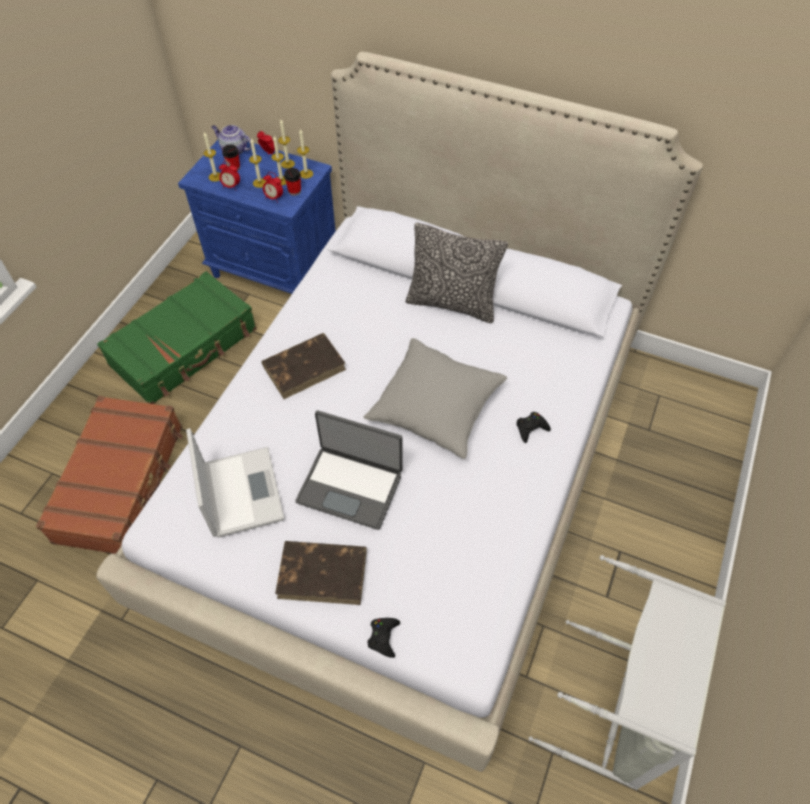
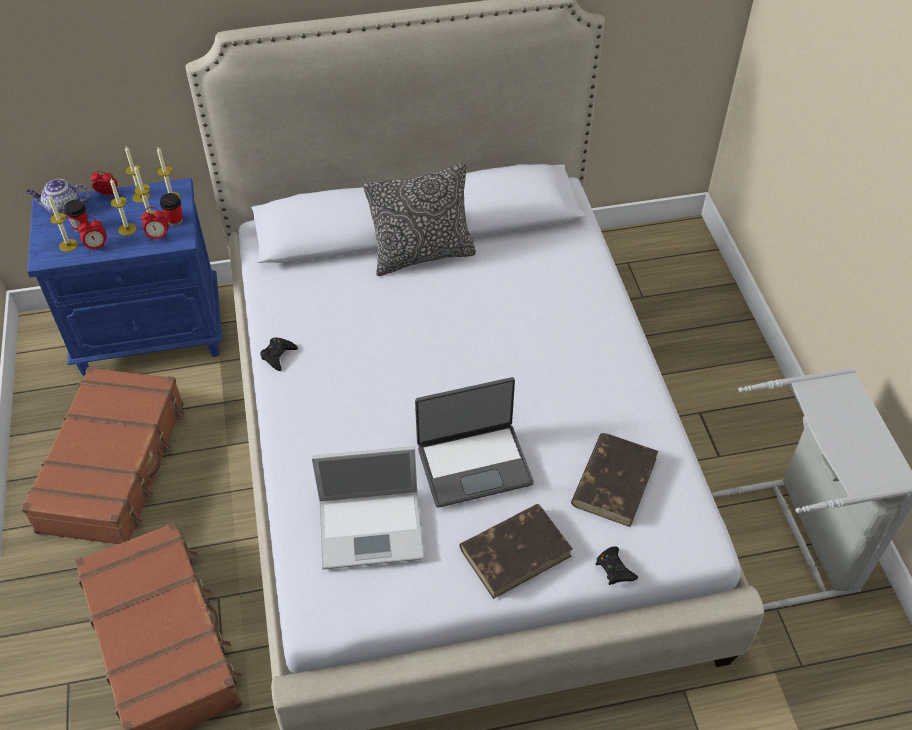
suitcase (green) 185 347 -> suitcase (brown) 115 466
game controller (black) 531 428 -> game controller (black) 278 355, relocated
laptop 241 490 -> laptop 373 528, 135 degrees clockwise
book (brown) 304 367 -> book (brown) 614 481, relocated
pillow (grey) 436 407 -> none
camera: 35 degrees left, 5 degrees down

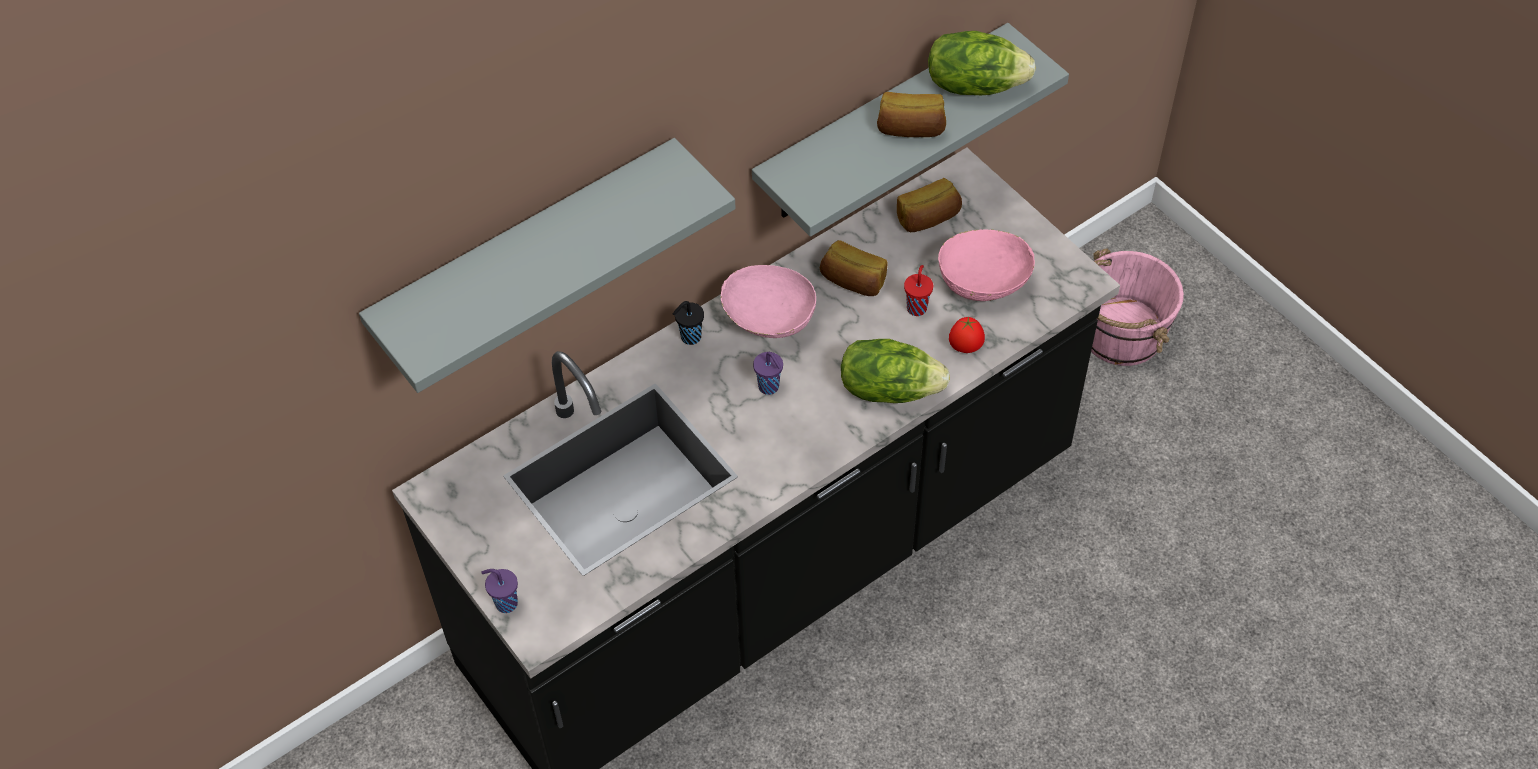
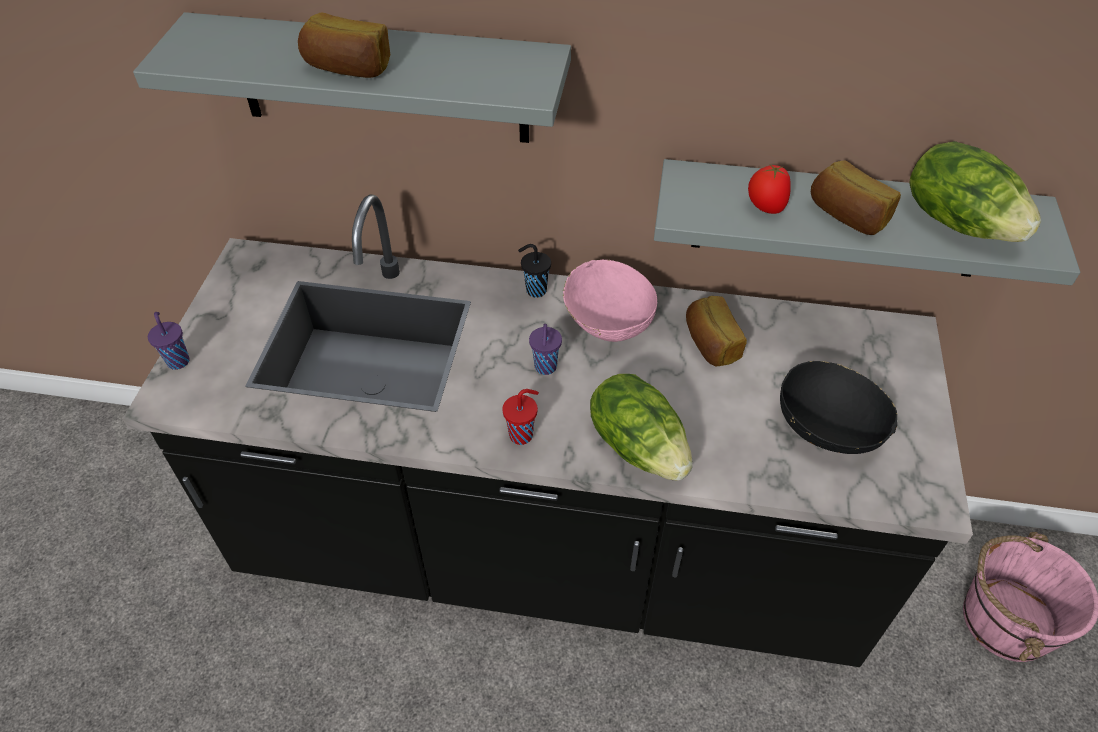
bread 928 218 -> bread 348 68, relocated
cup (red) 917 307 -> cup (red) 522 435, relocated
tomato 965 347 -> tomato 765 208, relocated
bowl (pink) 983 282 -> bowl (black) 828 428
camera: 45 degrees right, 5 degrees down

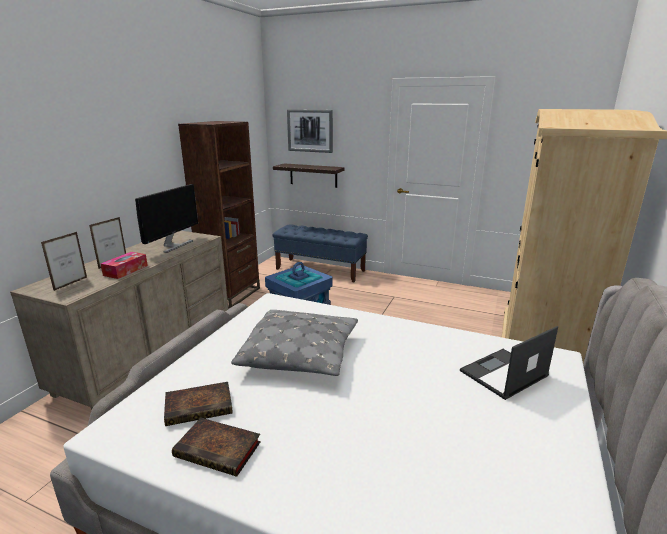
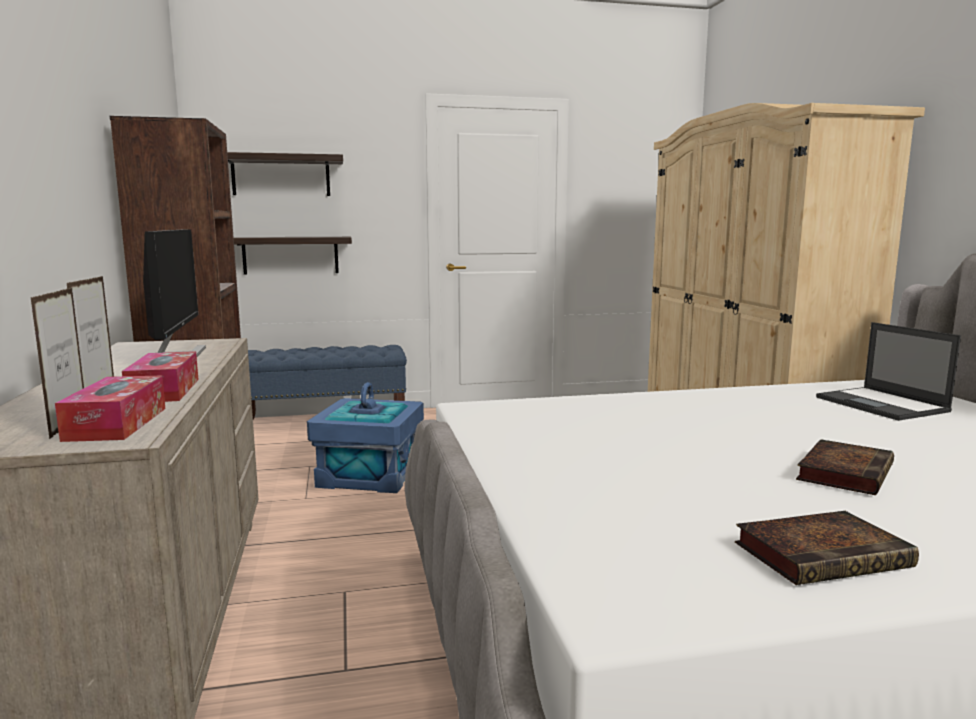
none -> tissue box 116 424
picture 310 130 -> shelf 281 176
book 200 406 -> book 844 472, relocated
laptop 503 374 -> laptop 882 404, 45 degrees counterclockwise
pillow (grey) 300 354 -> none
camera: 35 degrees left, 10 degrees down

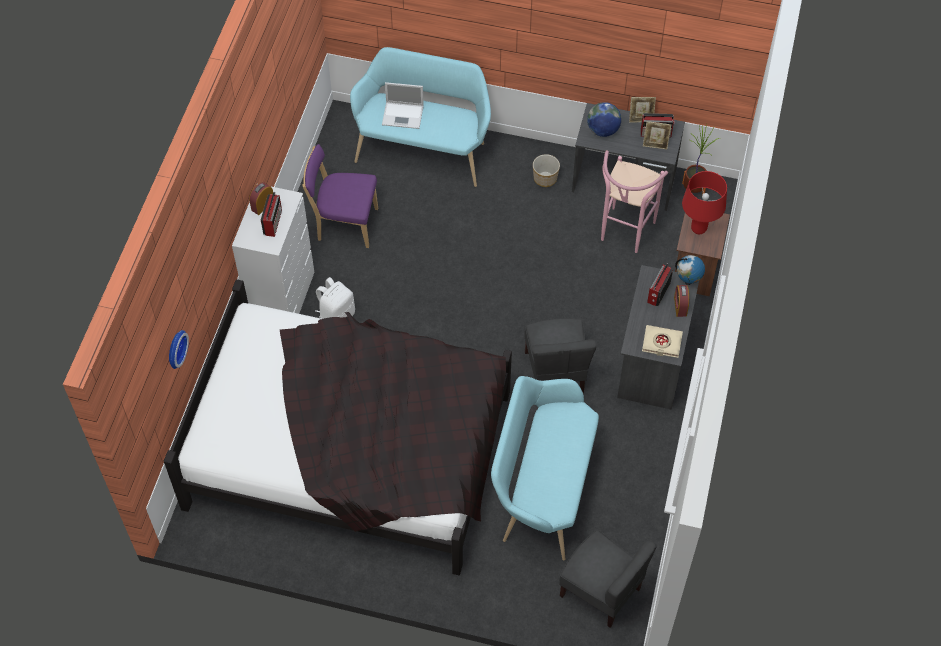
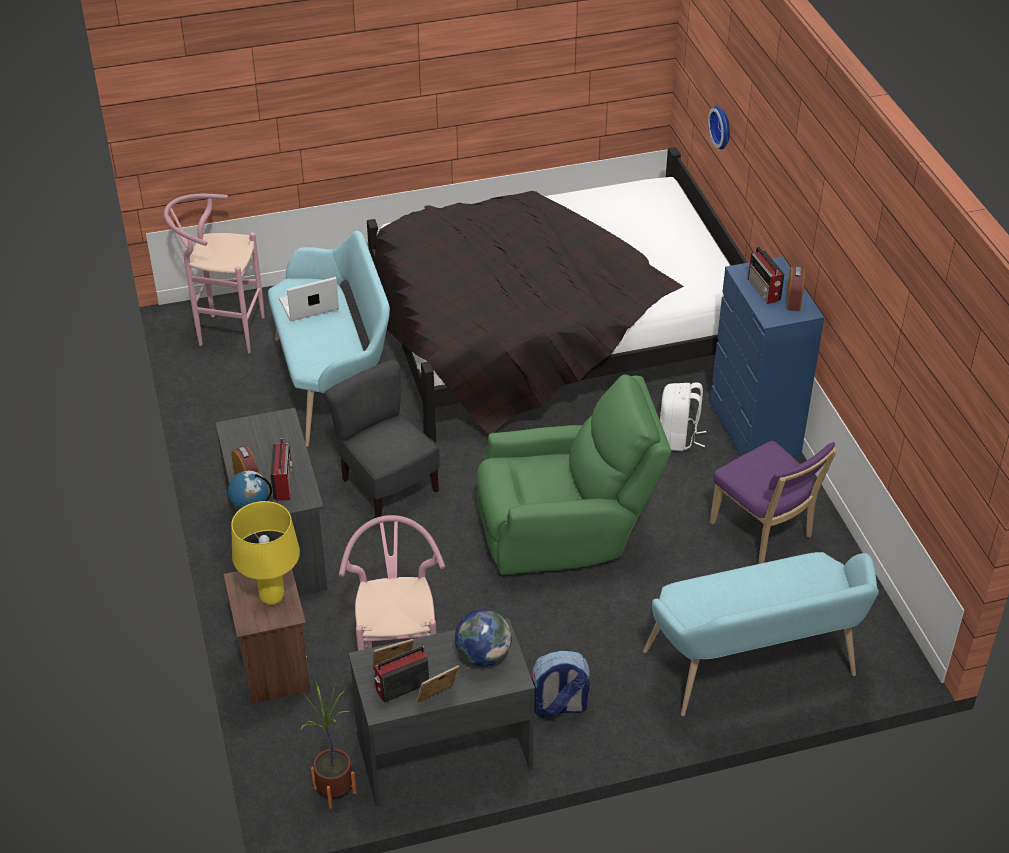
chair (grey) 601 591 -> stool (pink) 224 332
table lamp (red) 698 229 -> table lamp (yellow) 271 597
laptop 403 115 -> laptop 307 305, relocated
none -> armchair (green) 565 530
planter 545 178 -> backpack 559 706
dresser (white) 282 298 -> dresser (blue) 754 430
chair (purple) 344 224 -> chair (purple) 764 532, 75 degrees clockwise
book (beige) 661 343 -> none
camera: 150 degrees right, 15 degrees down

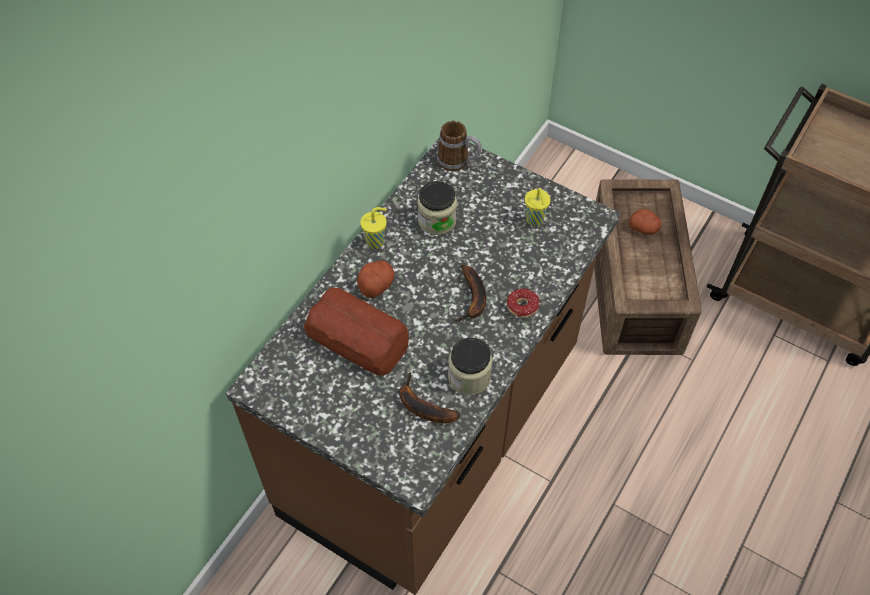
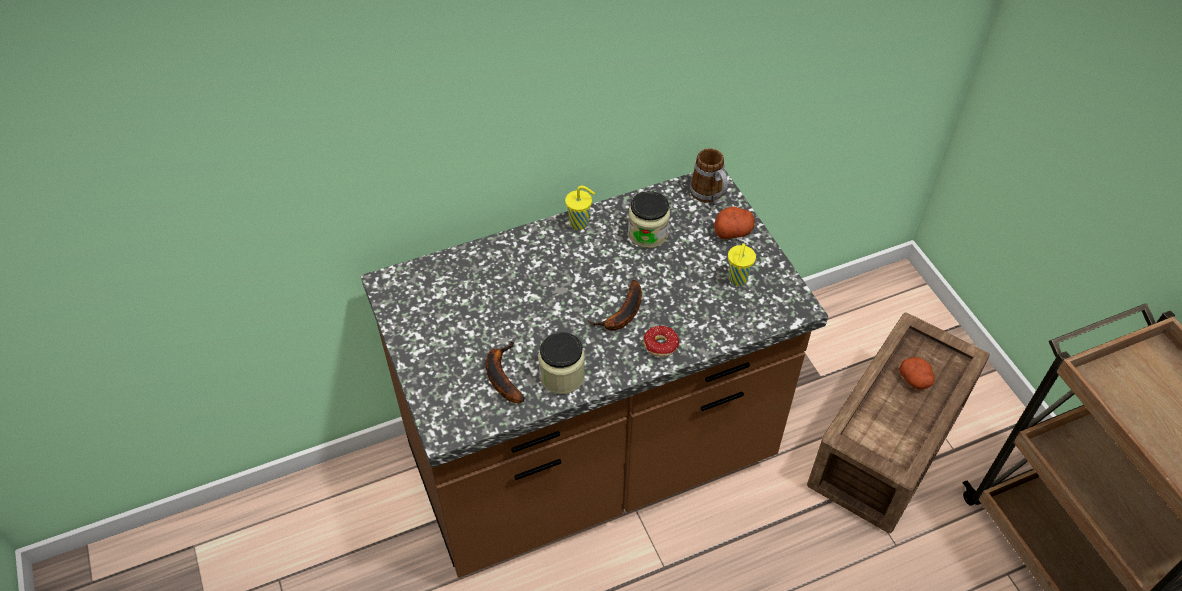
potato 376 284 -> potato 733 231, relocated
bread 358 340 -> none
camera: 35 degrees right, 5 degrees down

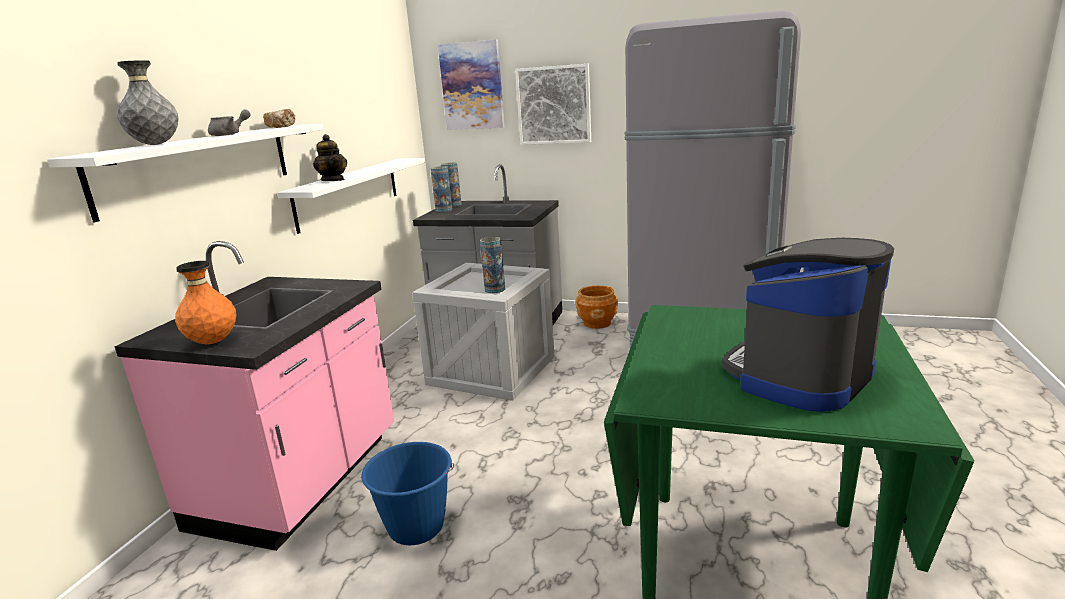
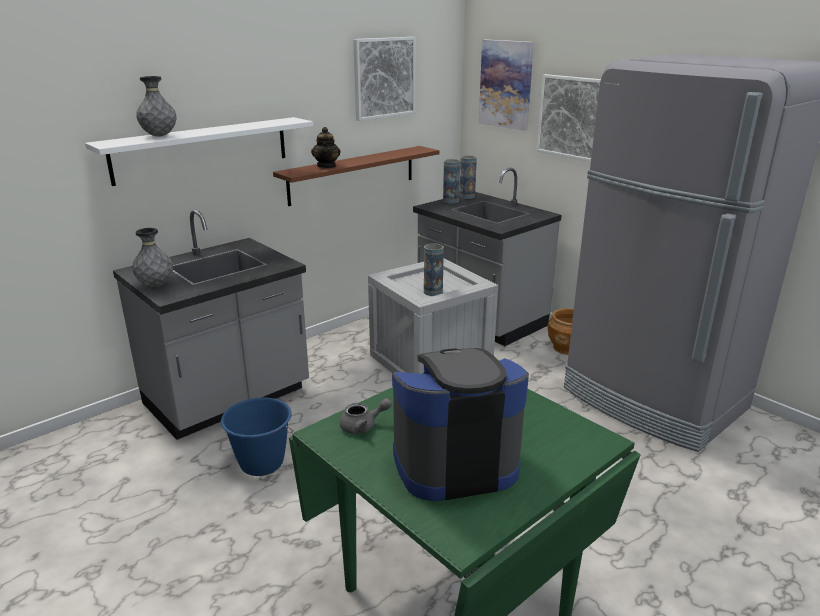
counter (pink) 301 481 -> counter (grey) 228 399
vase (orange) 213 342 -> vase (grey) 156 285
shelf (white) 349 192 -> shelf (brown) 353 174
teapot (grey) 230 134 -> teapot (grey) 363 426, relocated
none -> picture 384 78
bread 282 127 -> none
camera: 30 degrees right, 5 degrees up

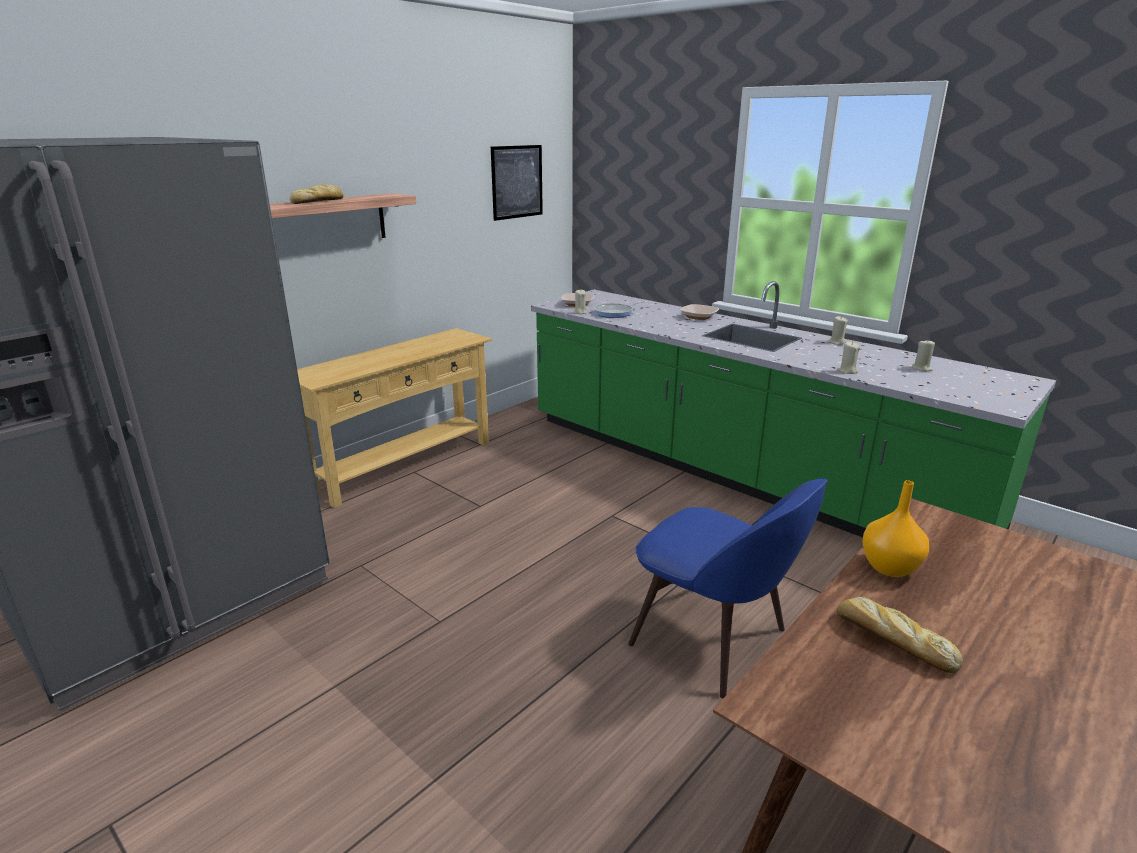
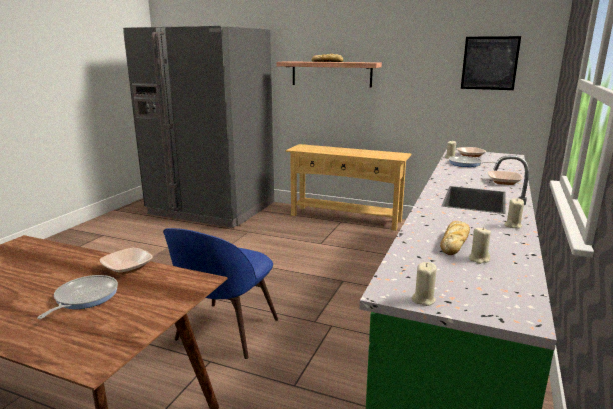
none -> frying pan 84 298
vase (orange) 888 567 -> bowl 127 267
candle (beige) 846 371 -> candle (beige) 423 299, relocated
bread 892 640 -> bread 454 242, relocated
camera: 70 degrees right, 5 degrees down

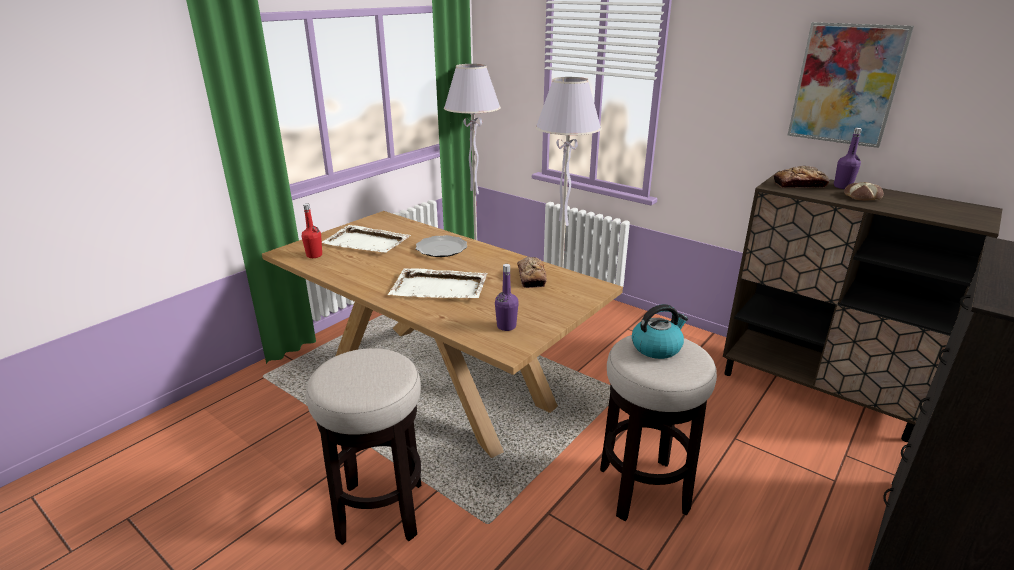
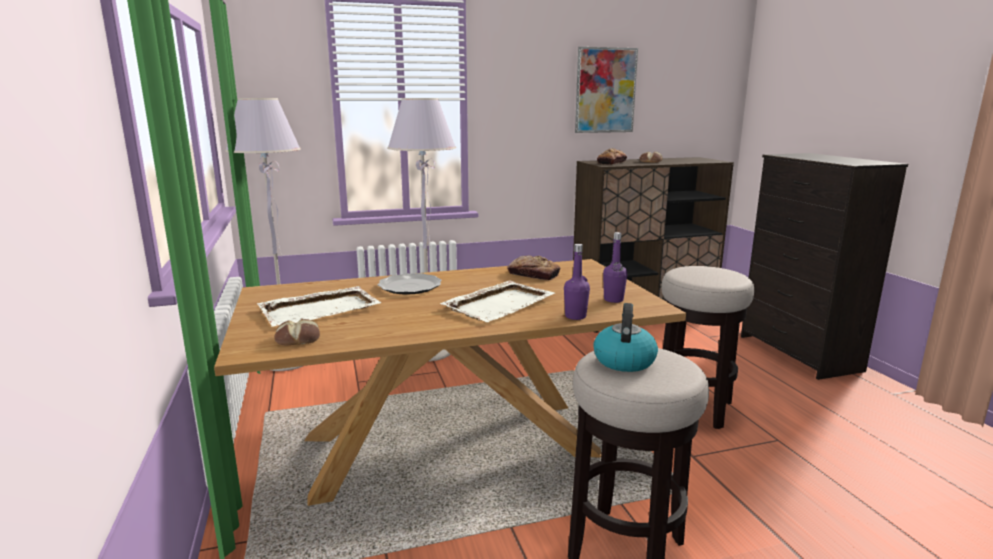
bottle (red) 314 255 -> bread 298 338
bottle (purple) 842 187 -> bottle (purple) 575 316, relocated
kettle 657 347 -> kettle 624 360, relocated
camera: 55 degrees left, 10 degrees down

